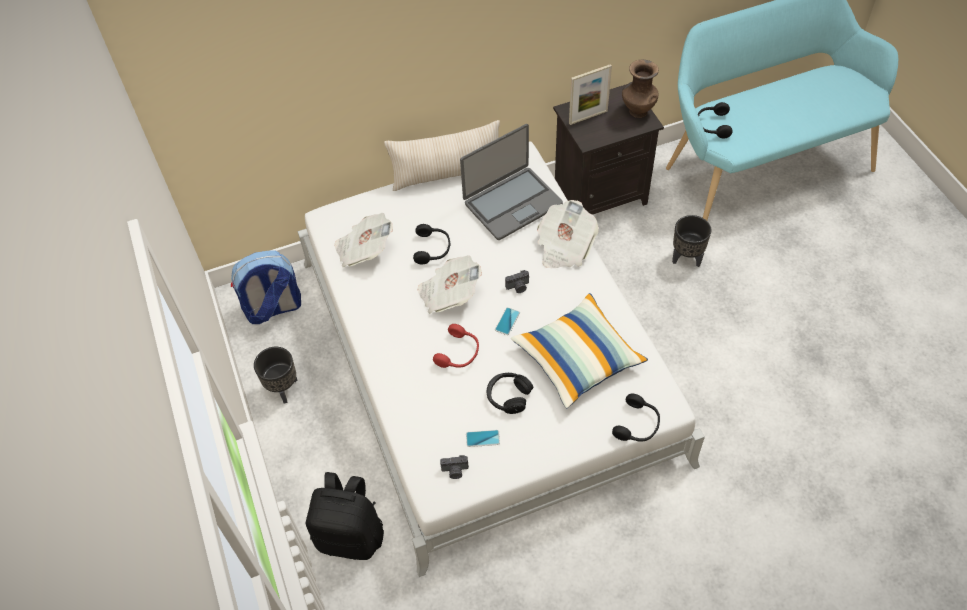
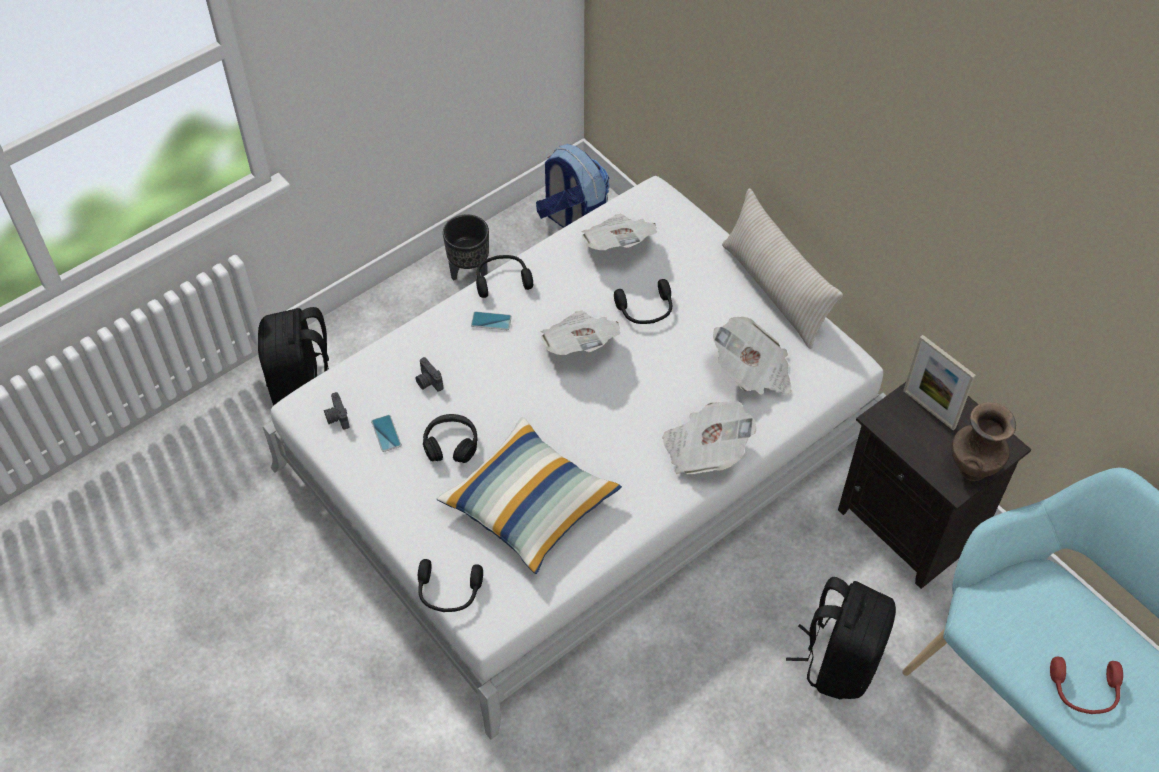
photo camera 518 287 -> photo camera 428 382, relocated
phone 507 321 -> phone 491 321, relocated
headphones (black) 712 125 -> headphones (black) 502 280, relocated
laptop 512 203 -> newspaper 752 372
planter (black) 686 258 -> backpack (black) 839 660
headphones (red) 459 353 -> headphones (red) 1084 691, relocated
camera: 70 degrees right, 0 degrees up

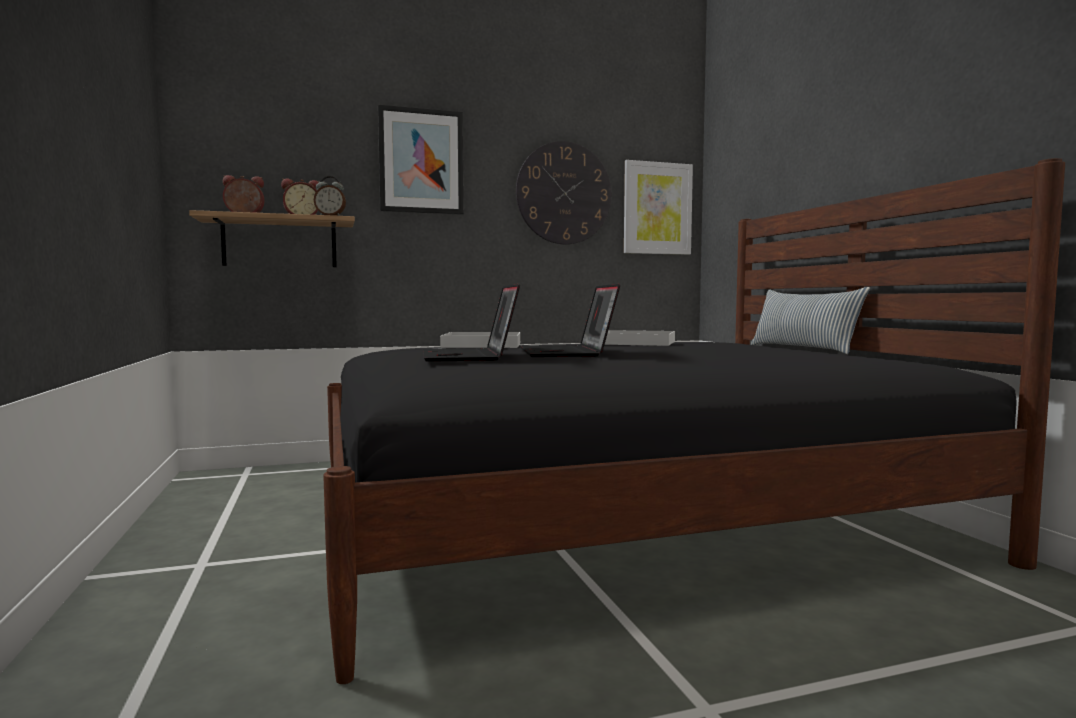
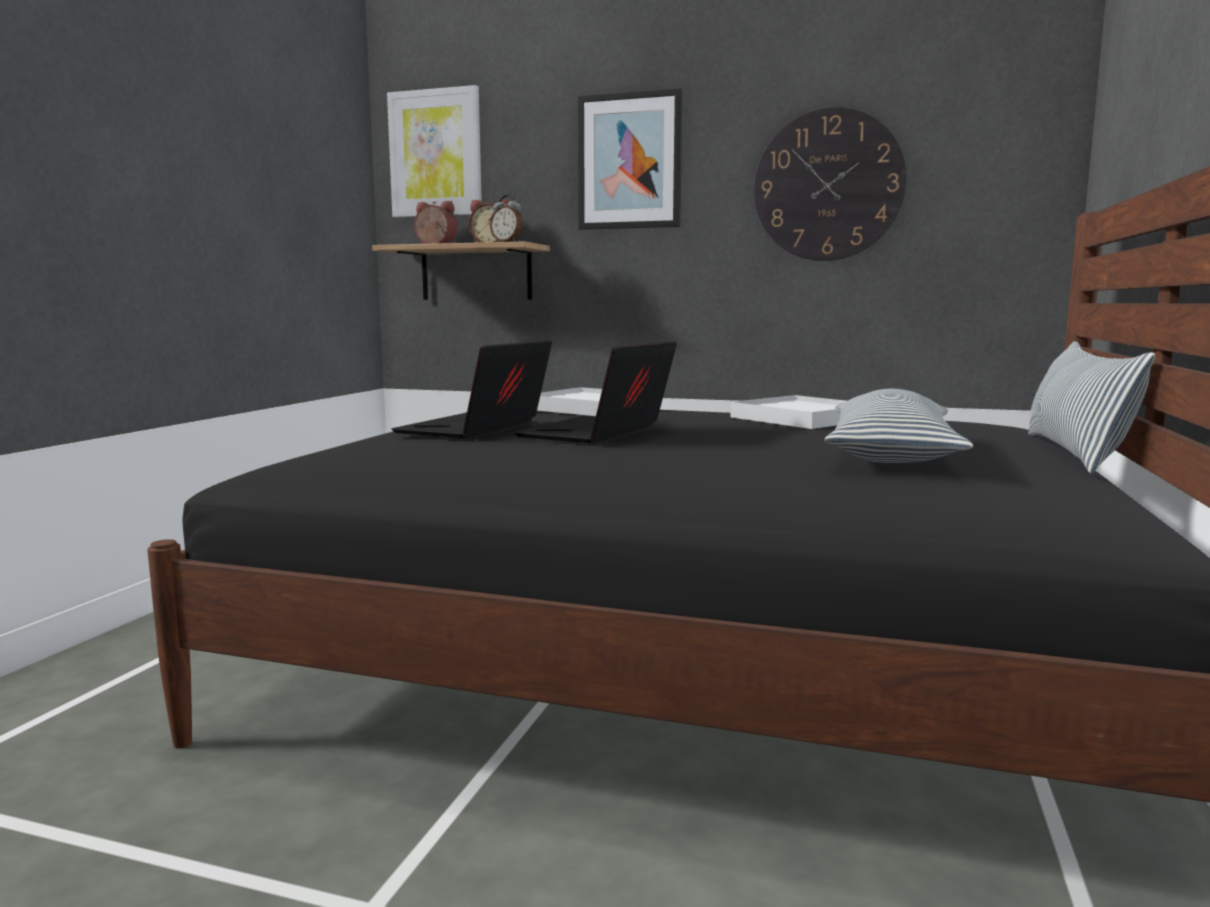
picture 657 208 -> picture 435 153, relocated
none -> pillow 891 453
camera: 35 degrees right, 5 degrees up

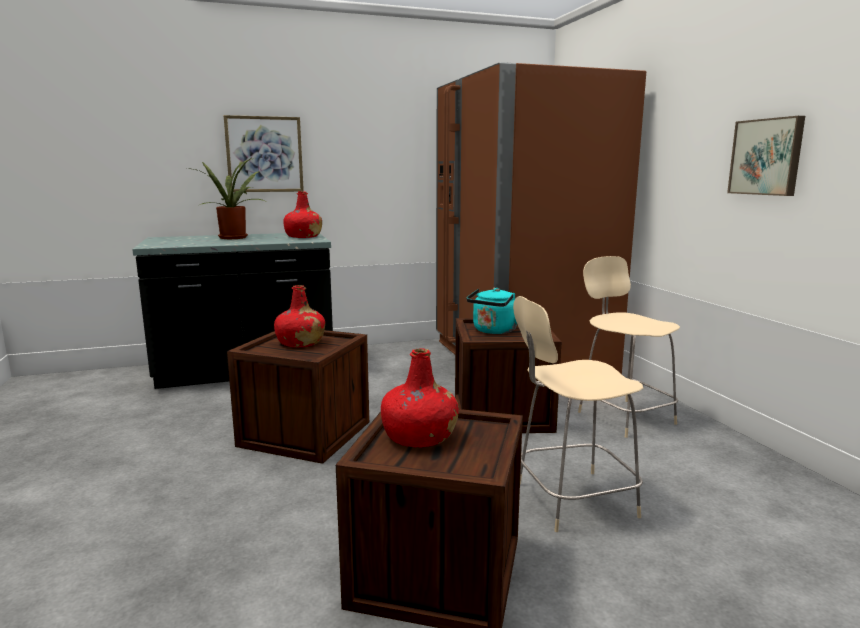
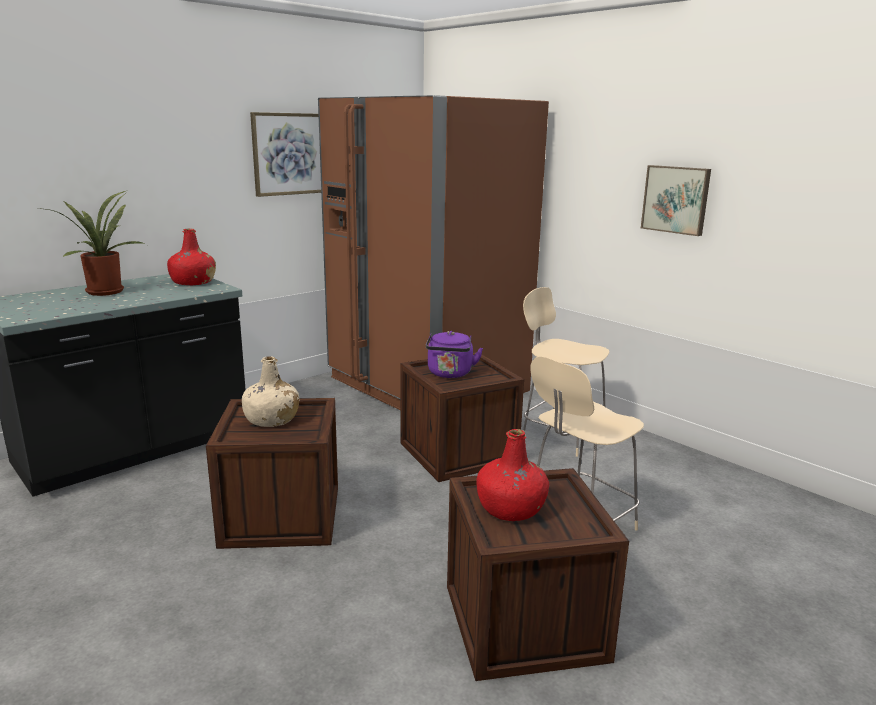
bottle (red) 300 343 -> bottle (beige) 271 419
picture 264 154 -> picture 288 154, relocated
kettle (turquoise) 494 331 -> kettle (purple) 450 374
camera: 25 degrees left, 5 degrees up

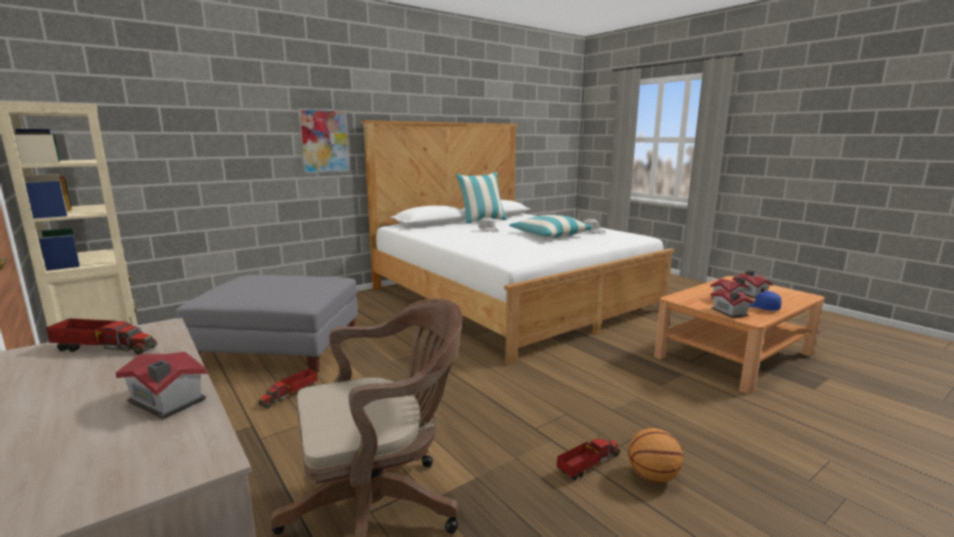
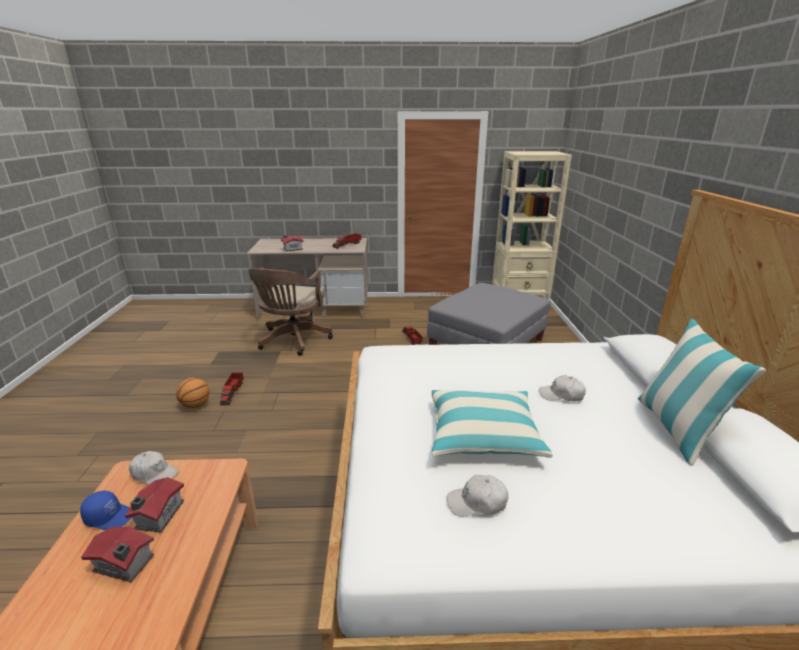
toy house 729 312 -> cap (white) 154 474
picture 324 141 -> none
camera: 125 degrees right, 10 degrees up

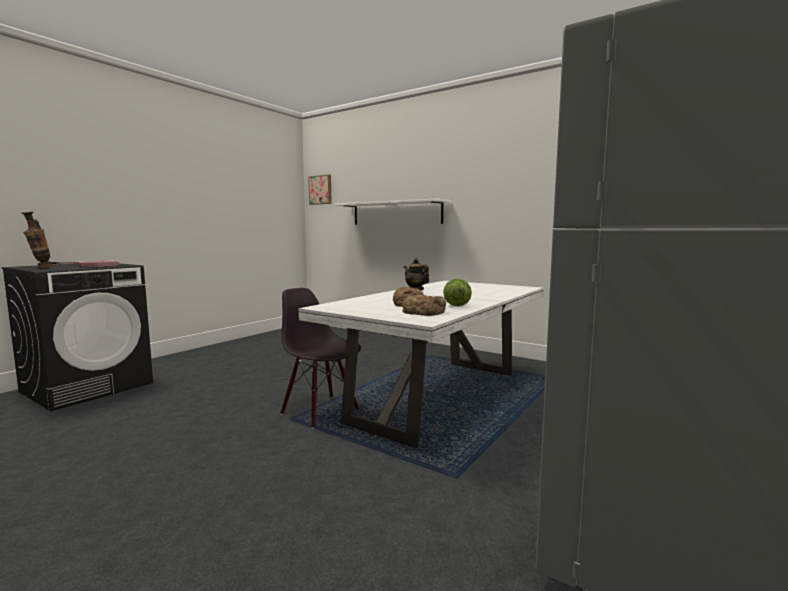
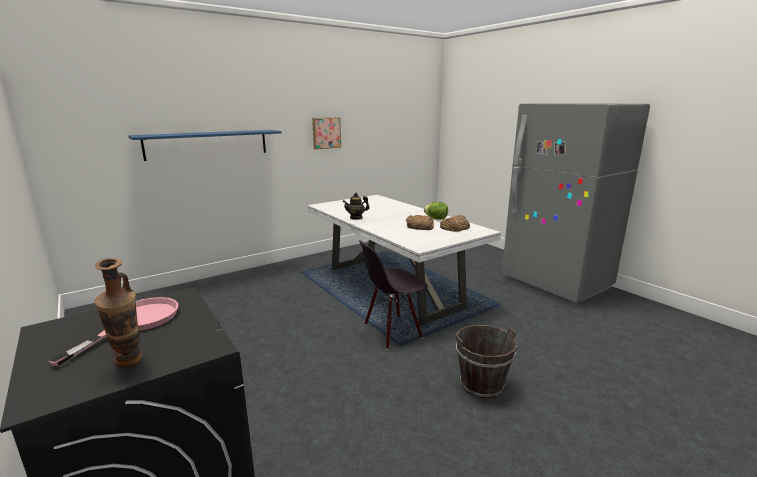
shelf (white) 396 213 -> shelf (blue) 207 144
picture 320 190 -> picture 326 133, relocated
none -> bucket (brown) 481 385
camera: 70 degrees left, 10 degrees up

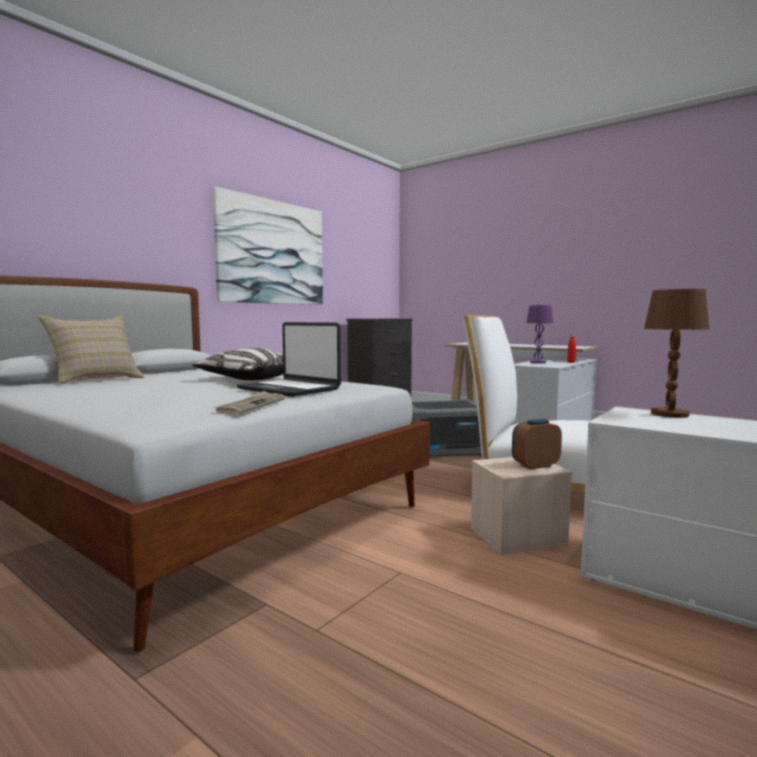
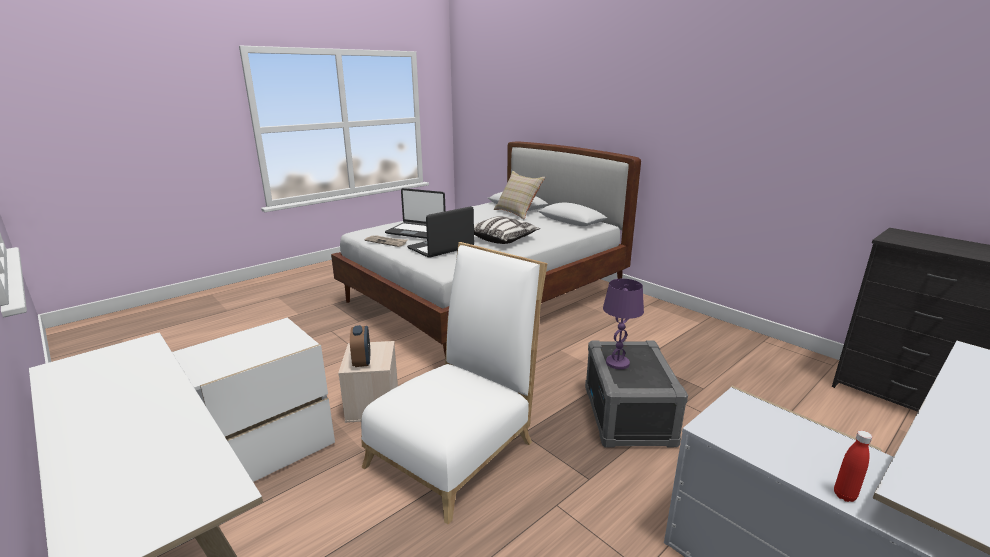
none -> laptop 416 231
table lamp (purple) 537 362 -> table lamp (purple) 617 363, relocated
picture 272 252 -> none
table lamp (brown) 670 414 -> none
camera: 100 degrees right, 15 degrees up

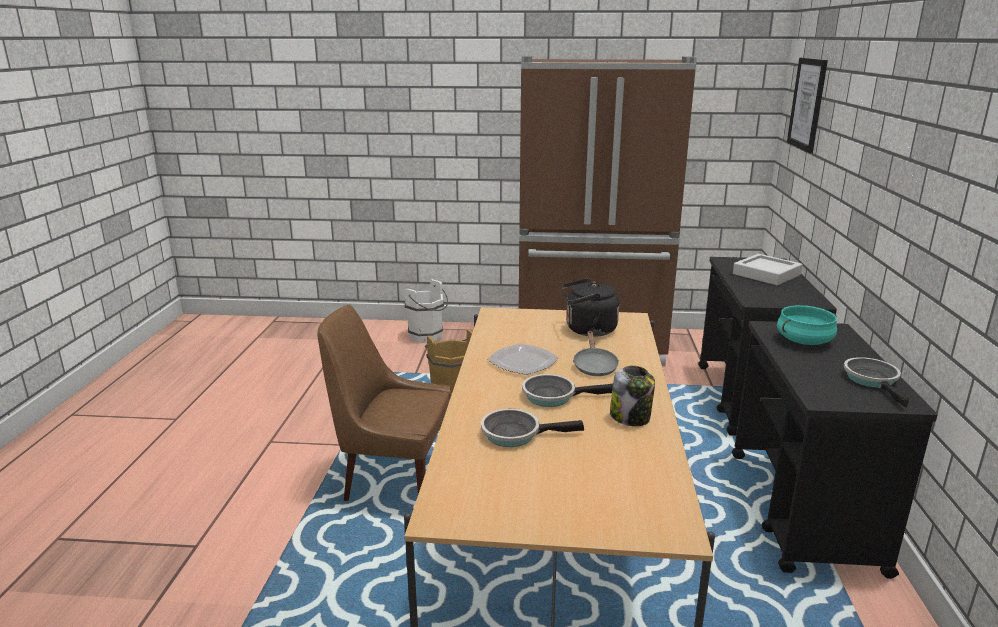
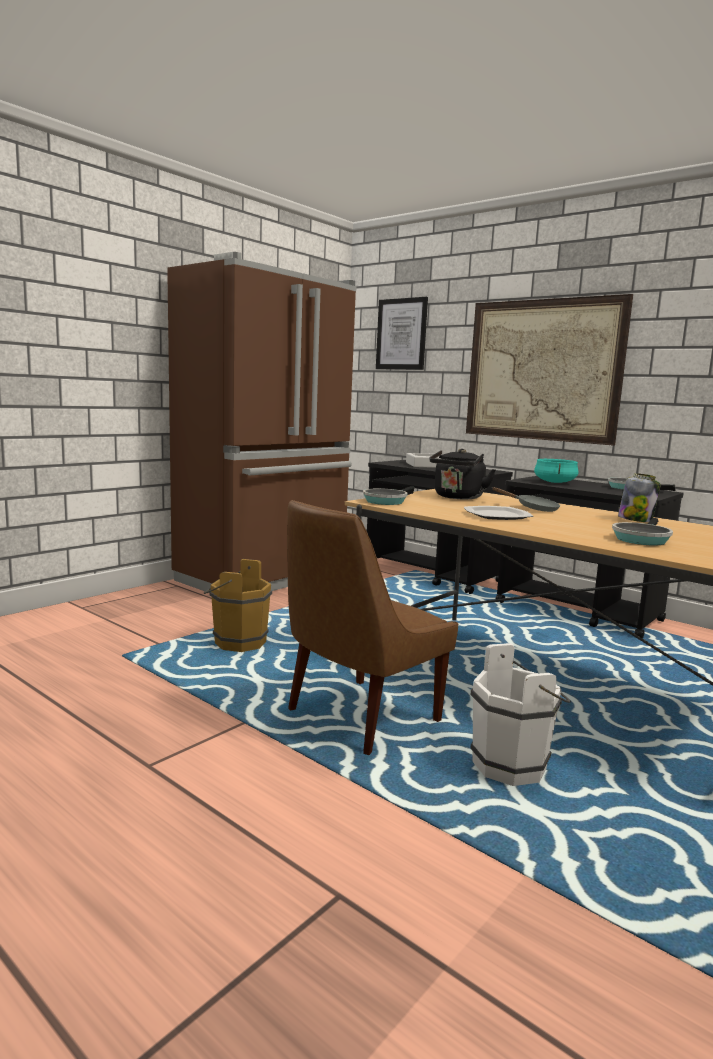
frying pan 553 396 -> frying pan 386 501, relocated
none -> picture 542 370
bucket (white) 427 337 -> bucket (white) 514 766, relocated
camera: 55 degrees left, 10 degrees down

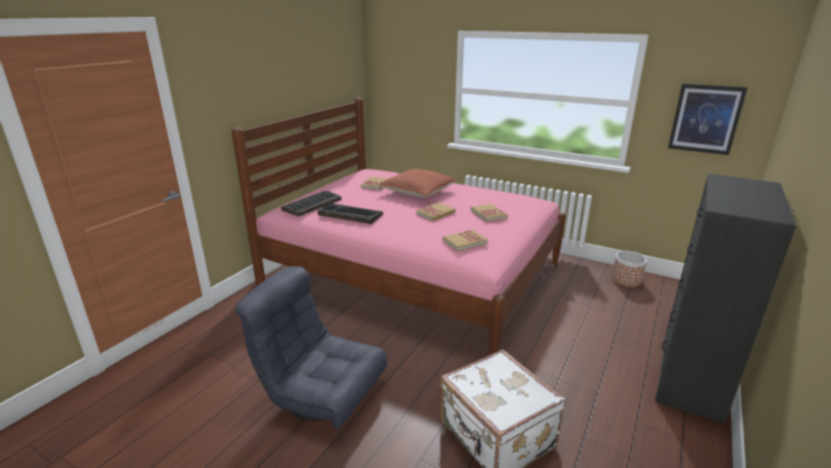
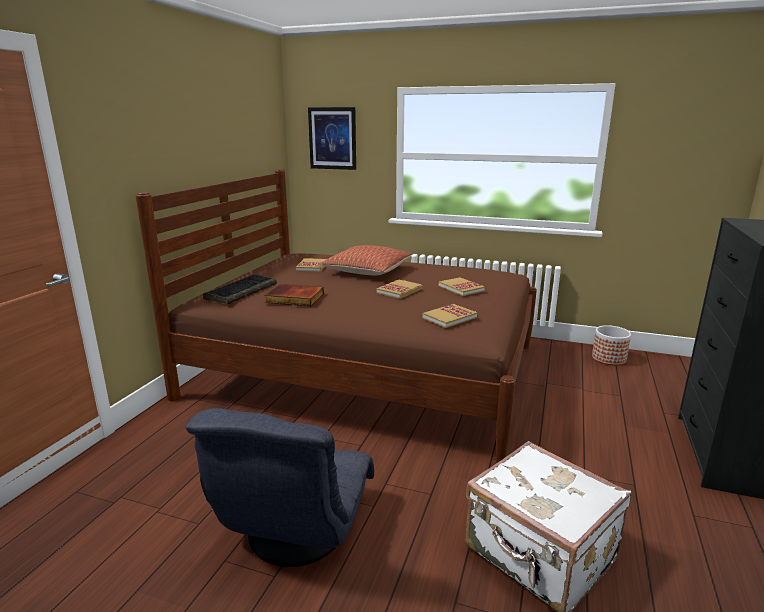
bed (pink) 412 274 -> bed (brown) 366 371
armchair (grey) 322 394 -> armchair (grey) 294 530, 90 degrees counterclockwise
keyboard 349 215 -> book 294 298
picture 705 119 -> picture 332 138, relocated
camera: 10 degrees left, 5 degrees down

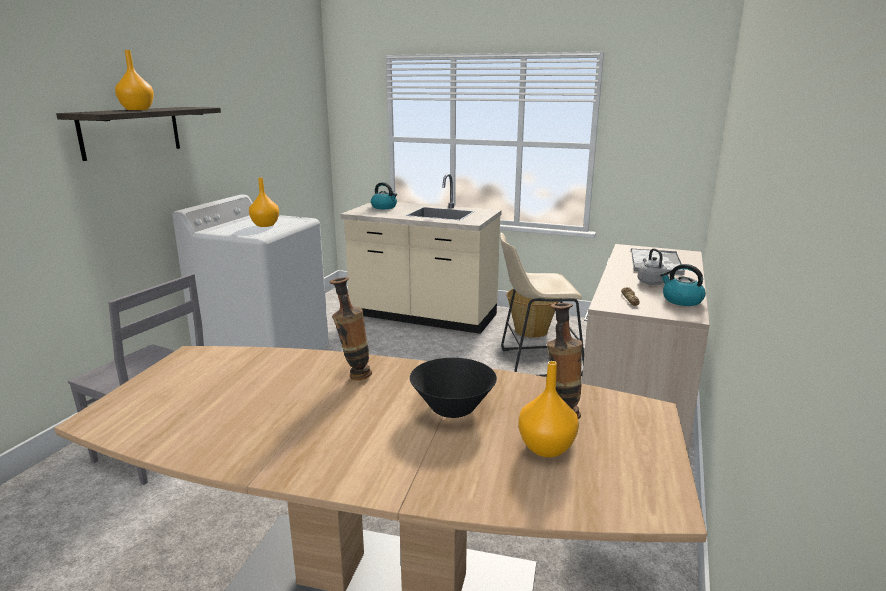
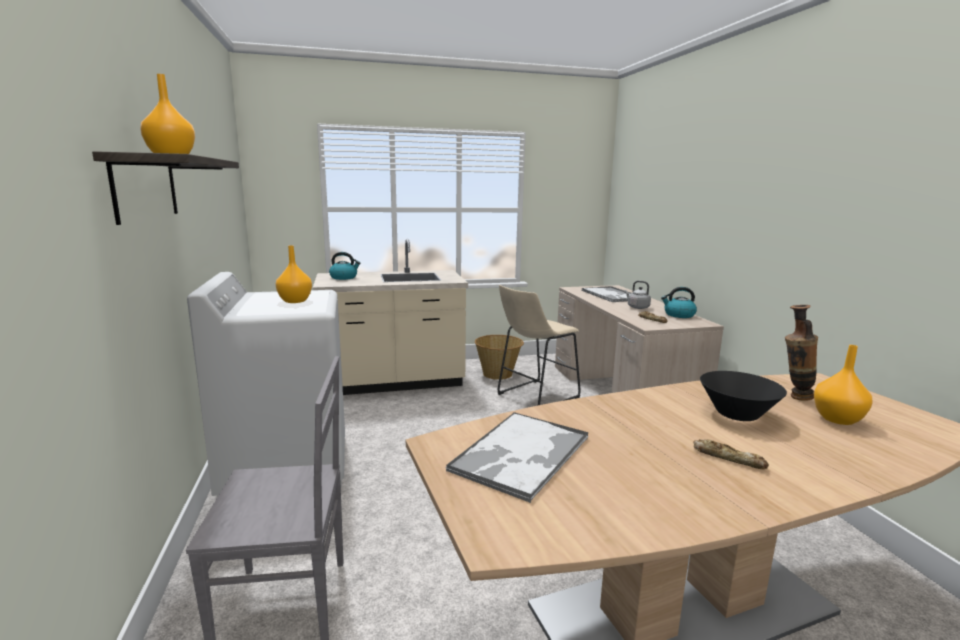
none -> tray 520 455
none -> bread 728 458
vase 354 376 -> none
camera: 35 degrees left, 5 degrees down

